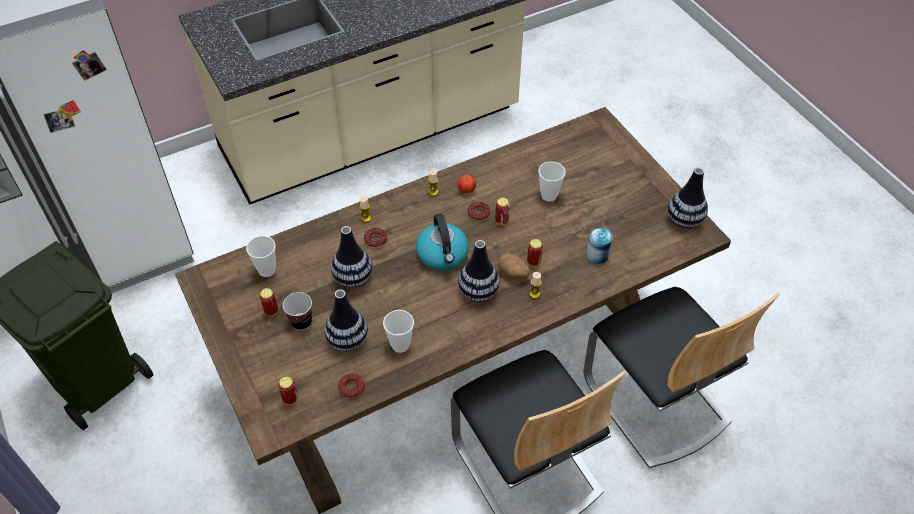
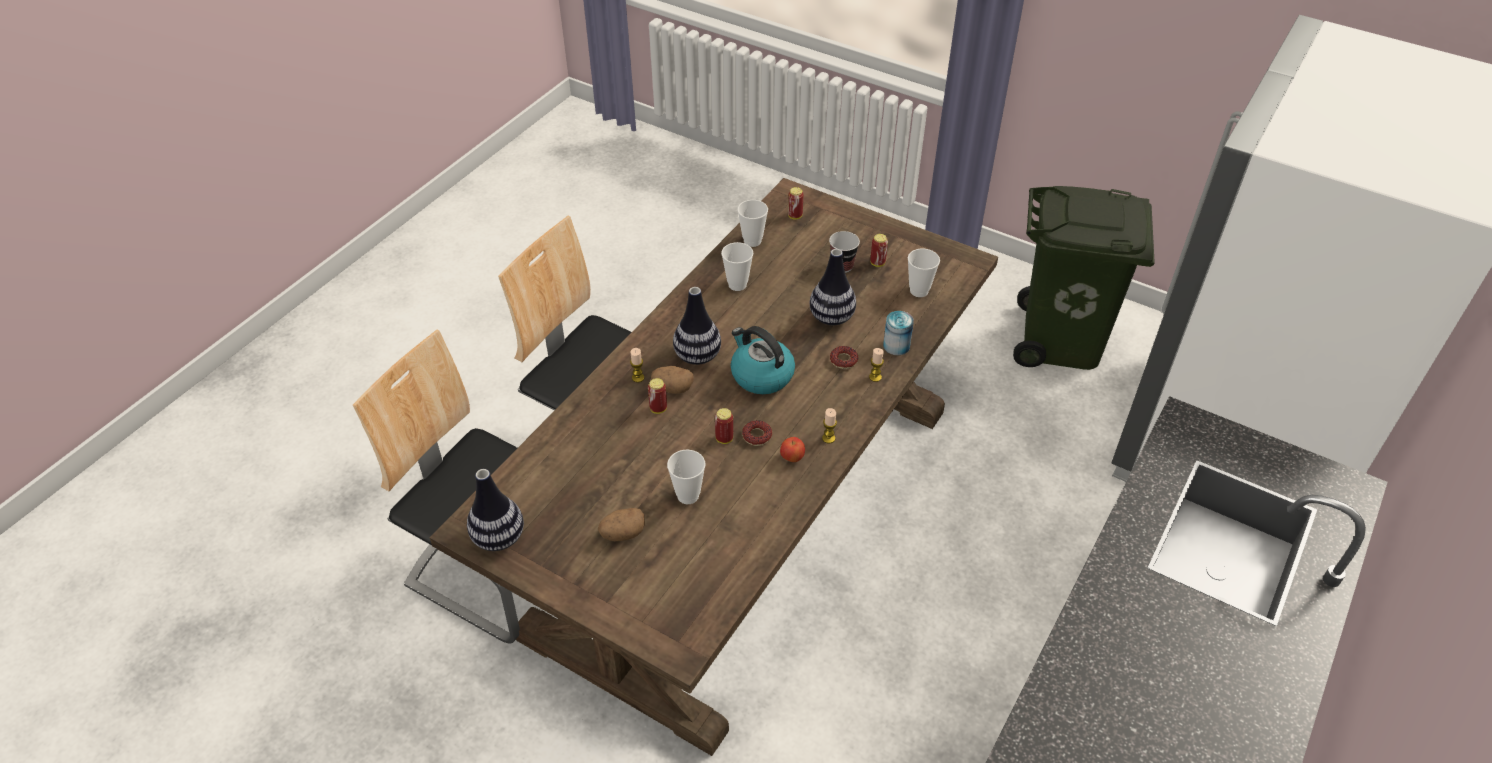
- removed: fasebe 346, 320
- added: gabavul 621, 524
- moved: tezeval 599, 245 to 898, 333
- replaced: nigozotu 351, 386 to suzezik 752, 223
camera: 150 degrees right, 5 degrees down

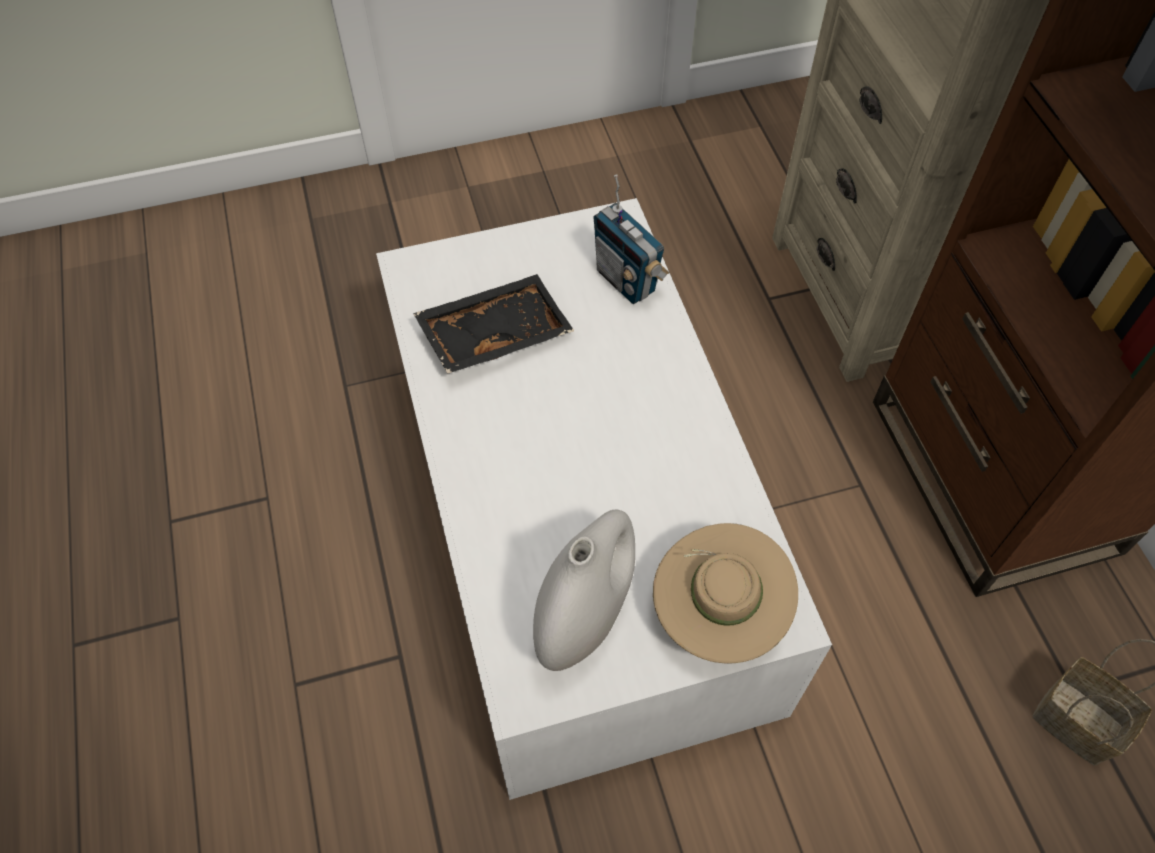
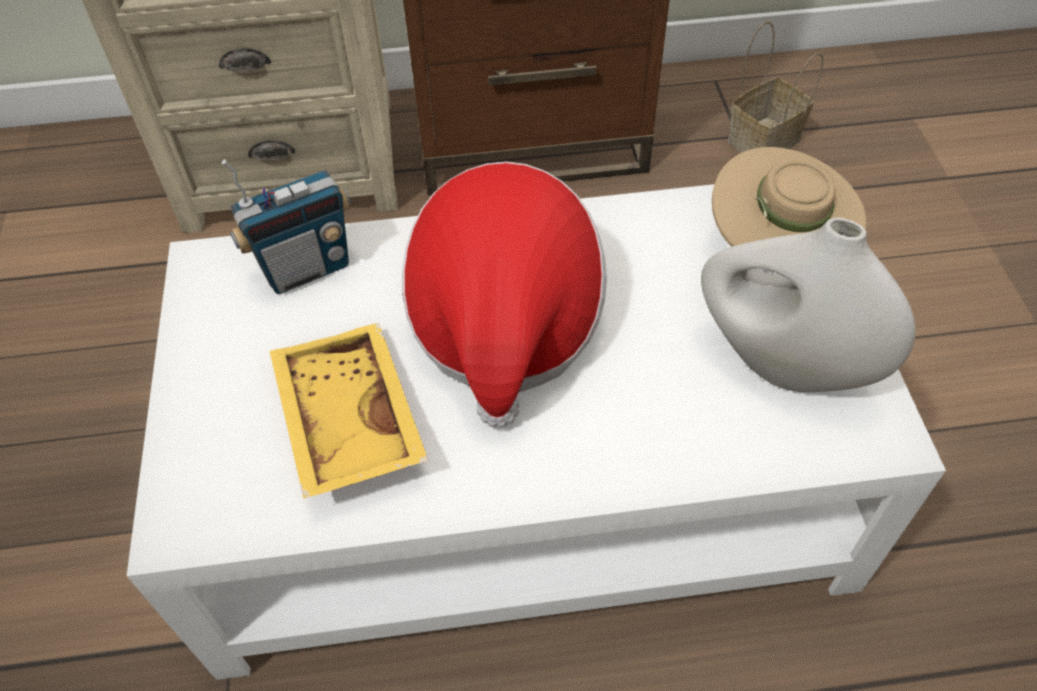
- added: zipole 504, 295
- recoloured: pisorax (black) 493, 324 to pisorax (yellow) 349, 411
camera: 80 degrees left, 5 degrees down

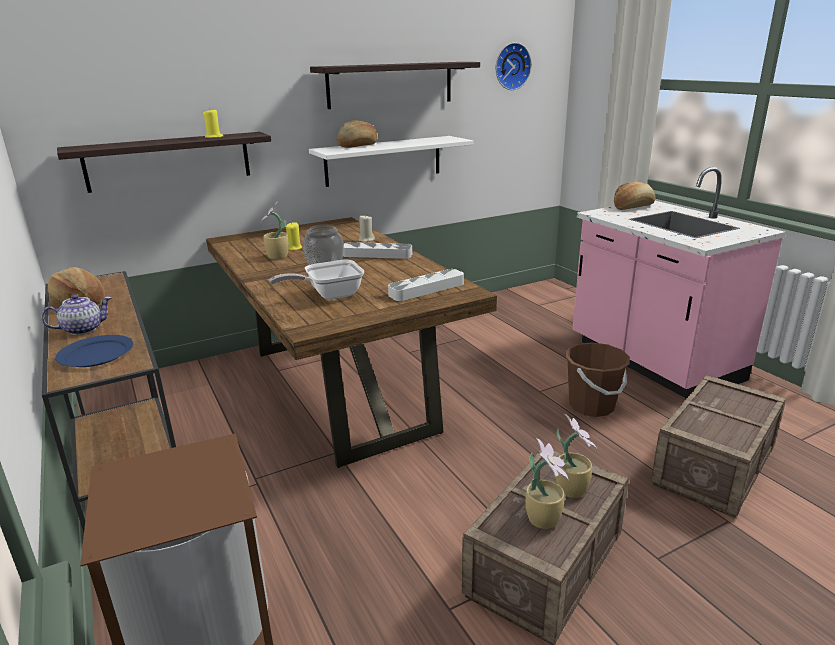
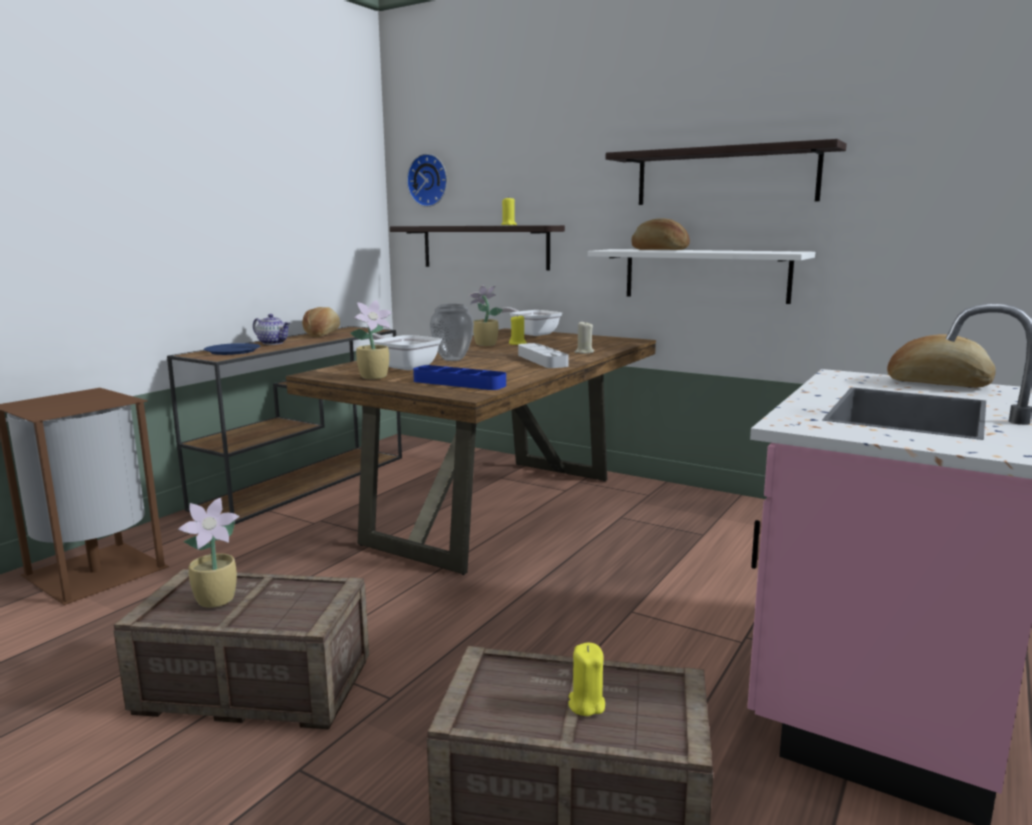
- removed: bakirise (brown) 597, 379
- added: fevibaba 531, 321
- added: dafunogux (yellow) 586, 679
- moved: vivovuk 513, 66 to 427, 180
- moved: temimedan 576, 456 to 371, 339
- recoloured: pisorax (white) 426, 285 to pisorax (blue) 459, 377
camera: 60 degrees right, 10 degrees down

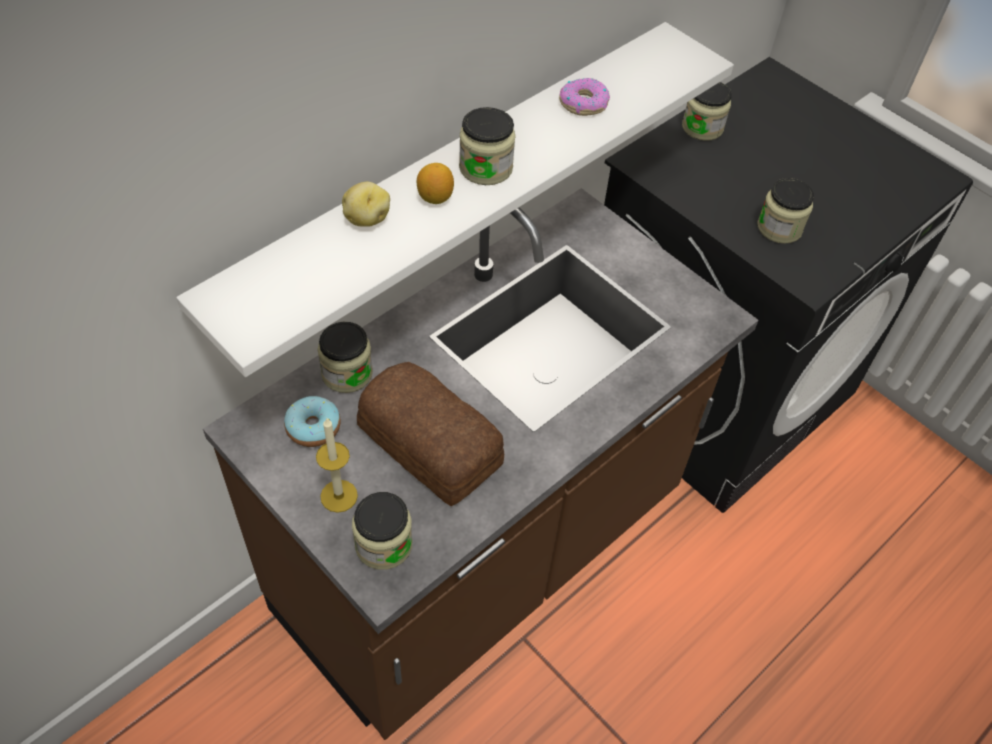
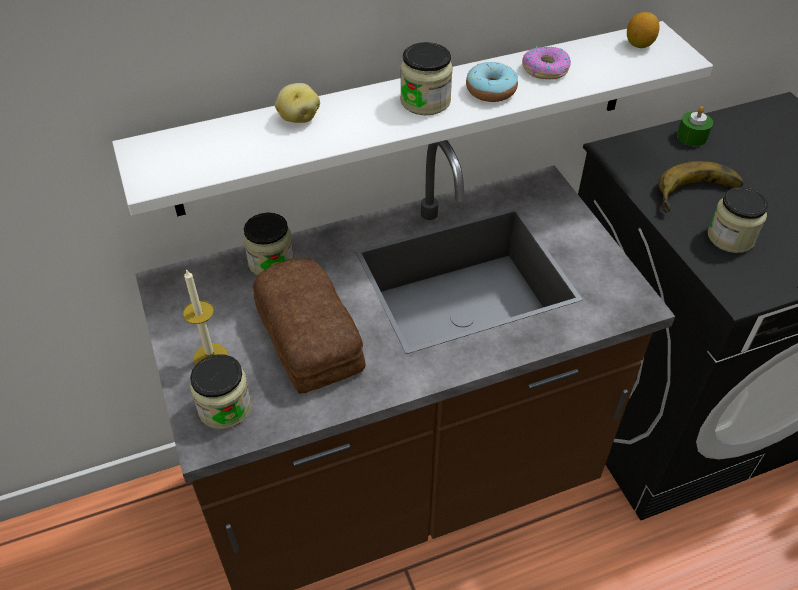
- added: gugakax 701, 187
- moved: nigozotu 312, 421 to 492, 82
- moved: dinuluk 435, 183 to 643, 30
- replaced: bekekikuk 707, 111 to dafunogux (green) 695, 126
camera: 25 degrees right, 5 degrees down

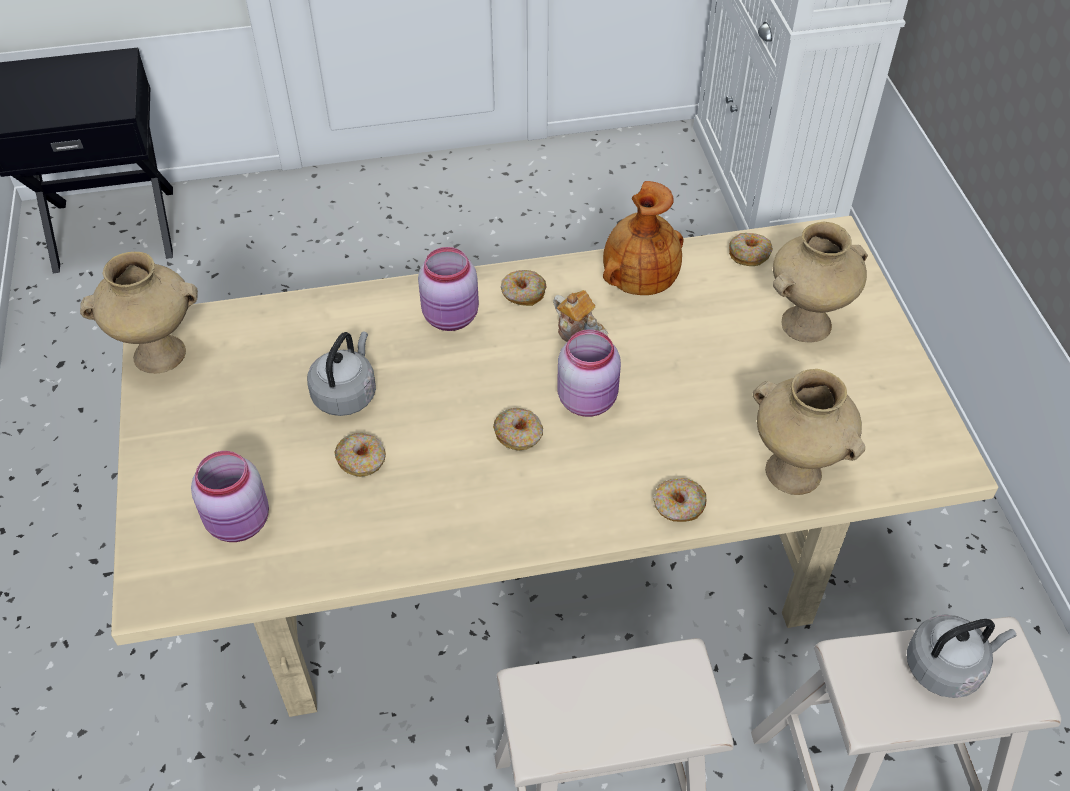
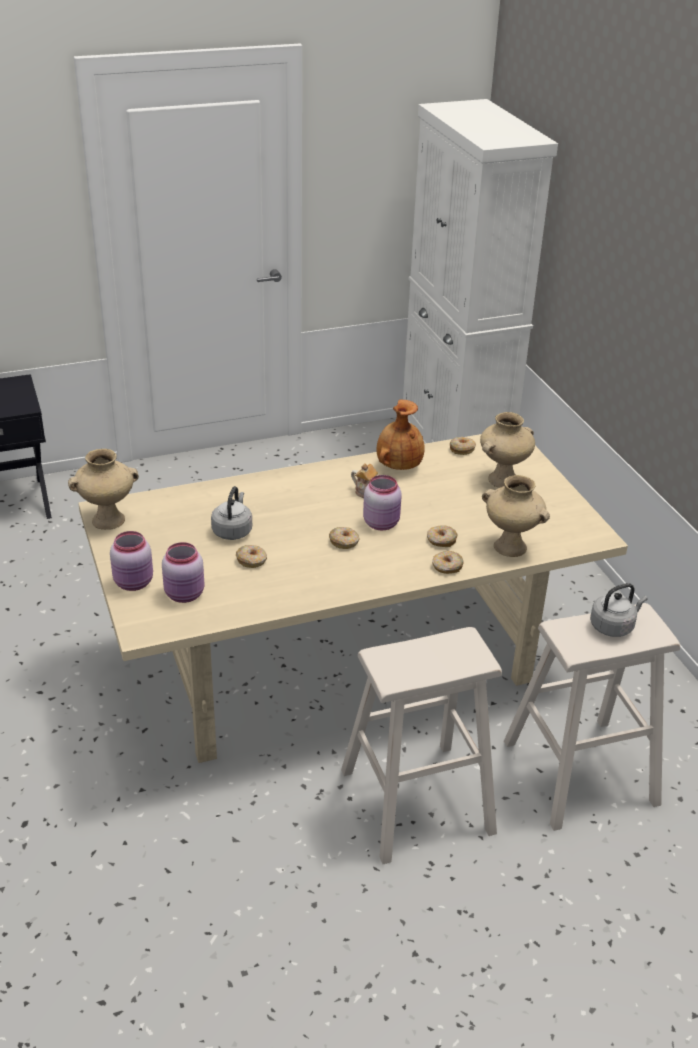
- moved: bekekikuk (pink) 448, 289 to 131, 561
- moved: nigozotu 523, 288 to 442, 536
camera: 10 degrees left, 15 degrees down

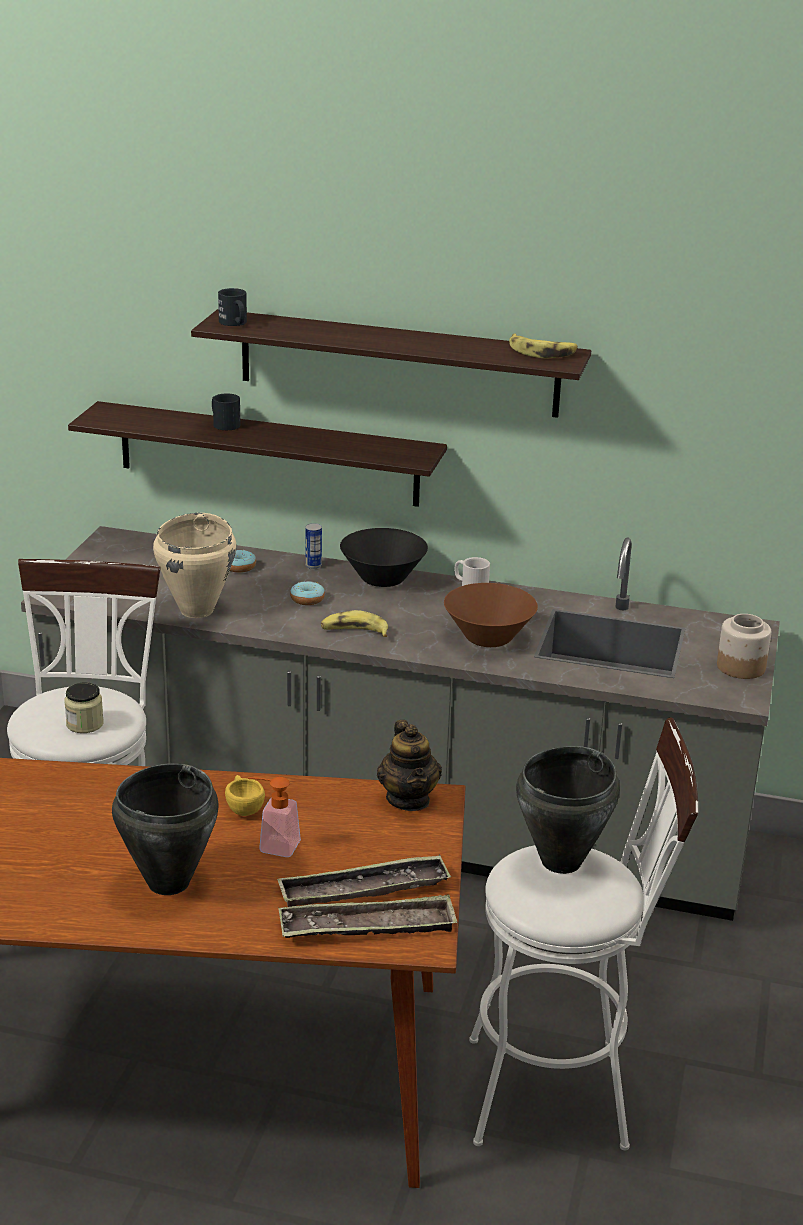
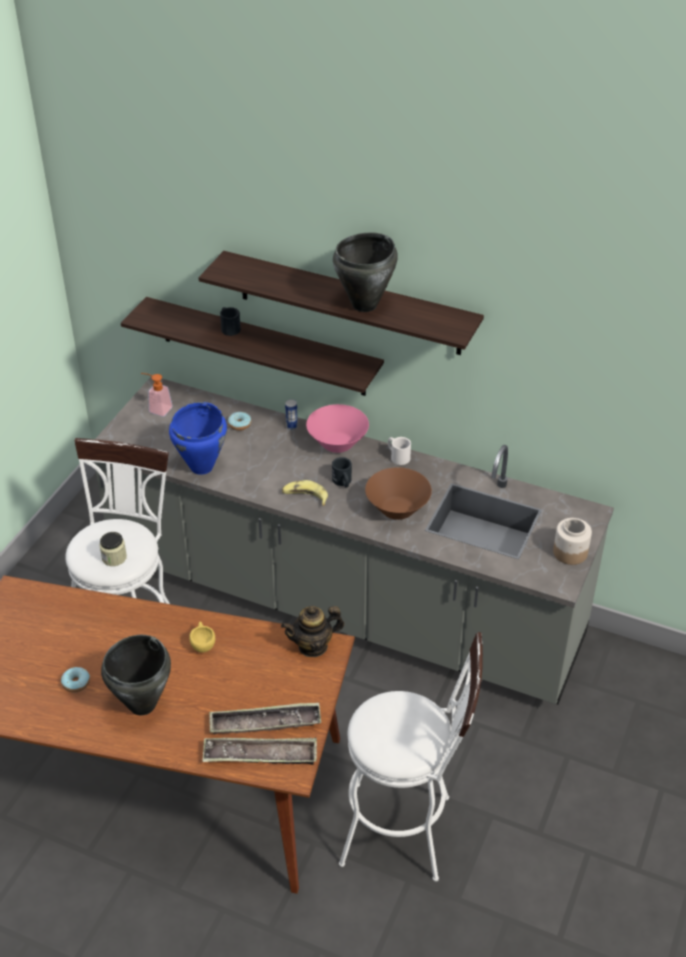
- removed: gugakax 543, 346
- moved: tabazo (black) 232, 307 to 342, 472
- moved: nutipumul 274, 817 to 157, 395
- moved: nigozotu 307, 593 to 75, 679
- moved: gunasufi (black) 568, 810 to 365, 272
- recoloured: gunasufi (beige) 194, 565 to gunasufi (blue) 198, 438
- recoloured: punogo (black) 384, 557 to punogo (pink) 337, 428
- turned: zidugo 409, 765 = 312, 631 75 degrees clockwise
camera: 10 degrees right, 15 degrees up

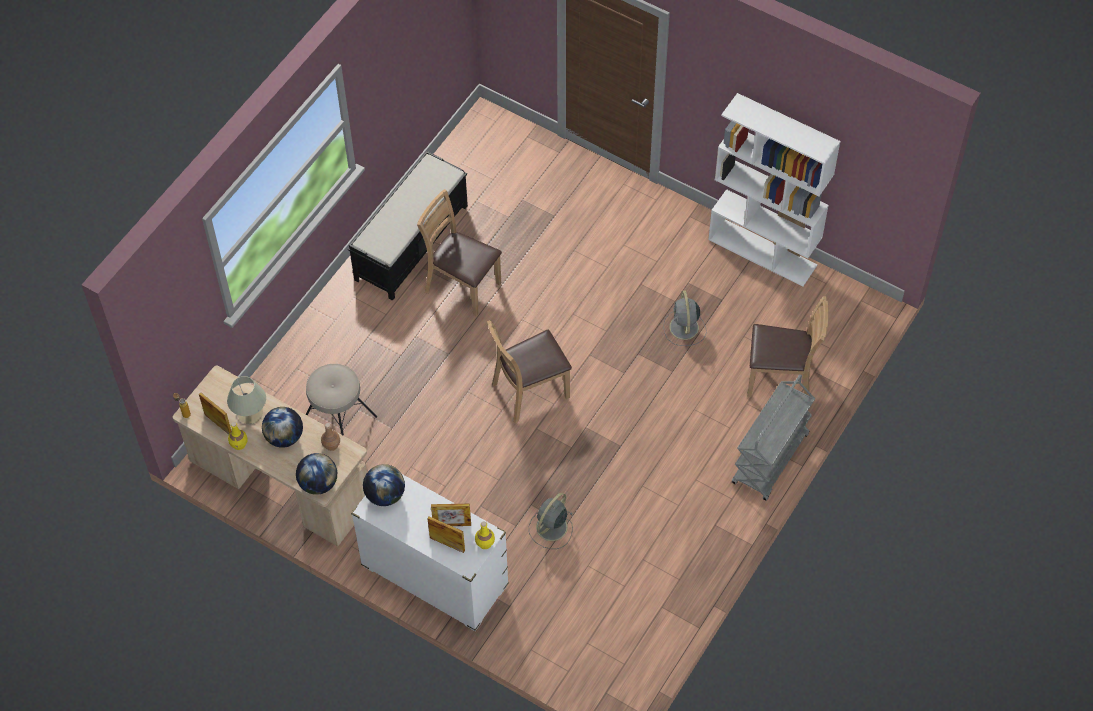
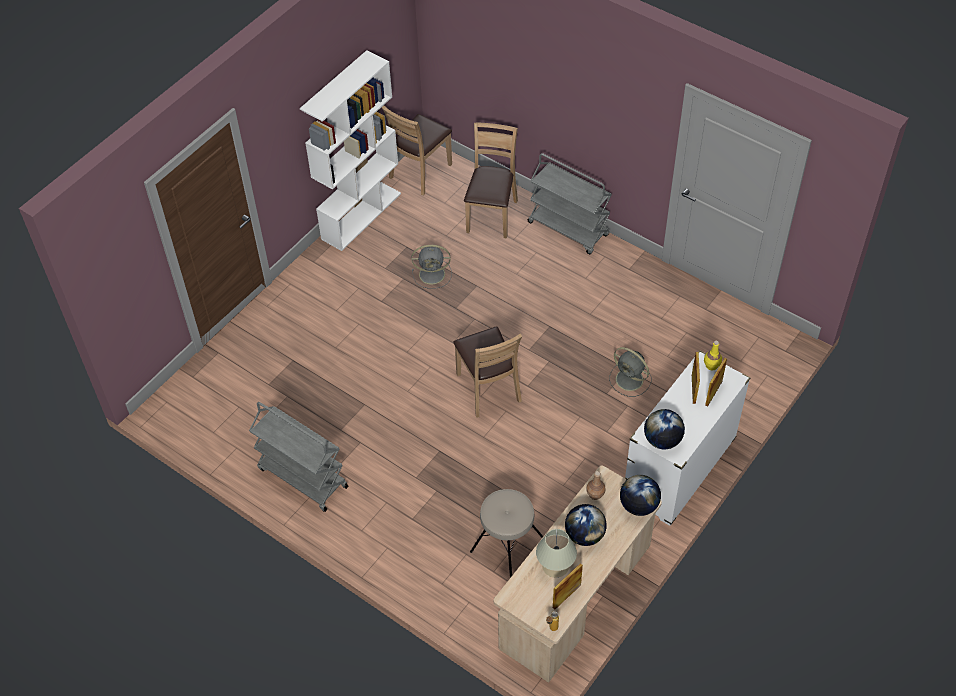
- removed: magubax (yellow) 238, 436
- moved: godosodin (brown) 459, 253 to 417, 150
- replaced: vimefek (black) 408, 226 to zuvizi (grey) 298, 457
camera: 85 degrees left, 5 degrees down

